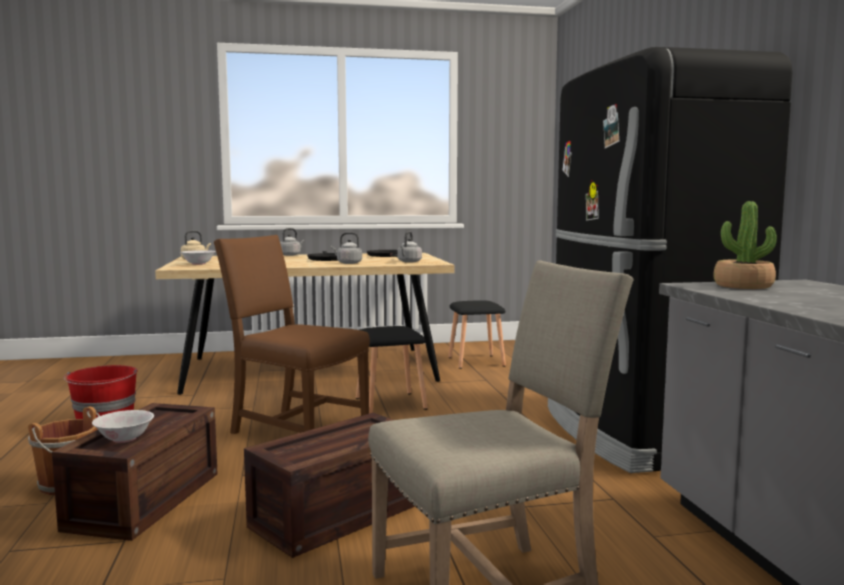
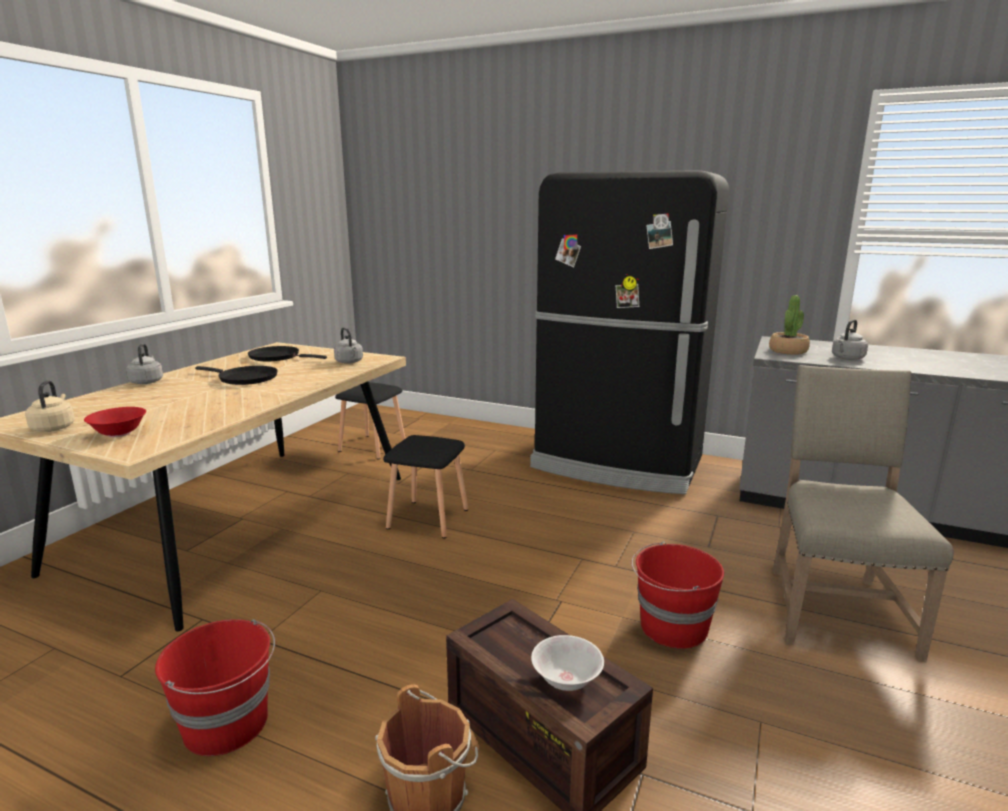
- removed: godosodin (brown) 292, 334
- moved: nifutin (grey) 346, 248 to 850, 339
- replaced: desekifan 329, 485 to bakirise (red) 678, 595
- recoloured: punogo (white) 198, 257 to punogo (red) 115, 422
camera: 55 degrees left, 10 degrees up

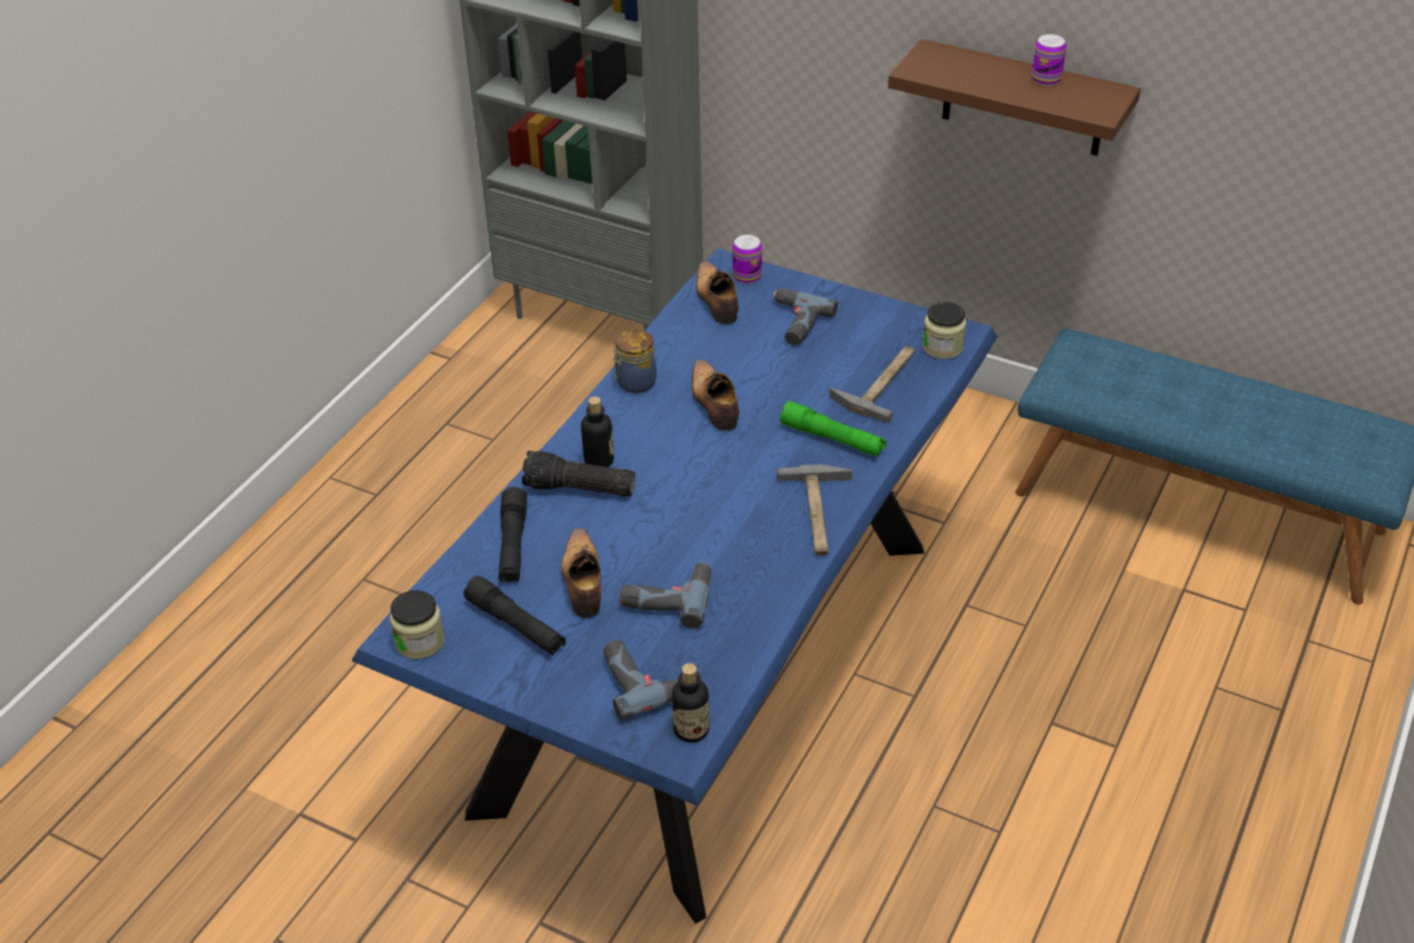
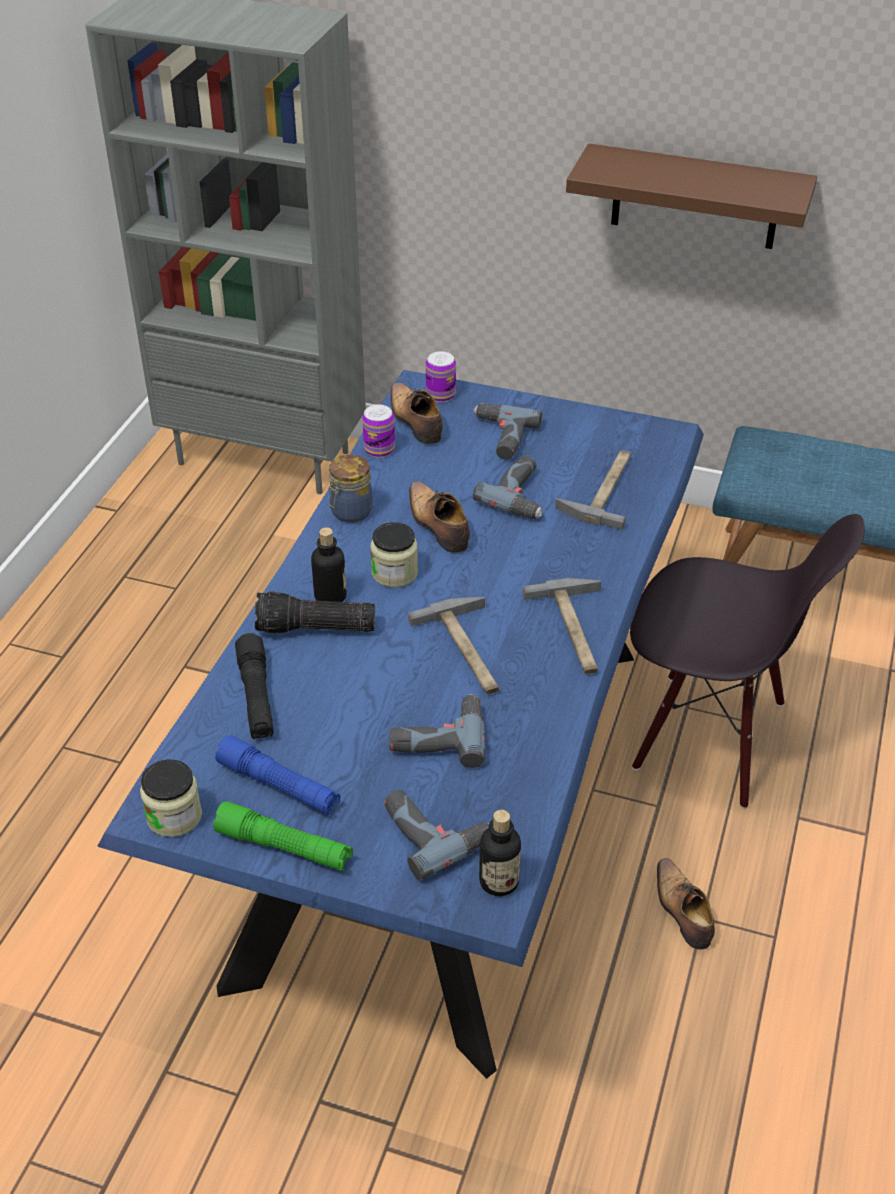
- added: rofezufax 453, 645
- added: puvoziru 508, 487
- added: godosodin (black) 747, 661
- moved: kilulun 581, 573 to 686, 904
- moved: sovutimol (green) 833, 429 to 283, 836
- moved: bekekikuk 944, 330 to 394, 554
- moved: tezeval 1049, 60 to 378, 431
- recoloured: sovutimol (black) 515, 615 to sovutimol (blue) 277, 775
camera: 10 degrees left, 0 degrees up

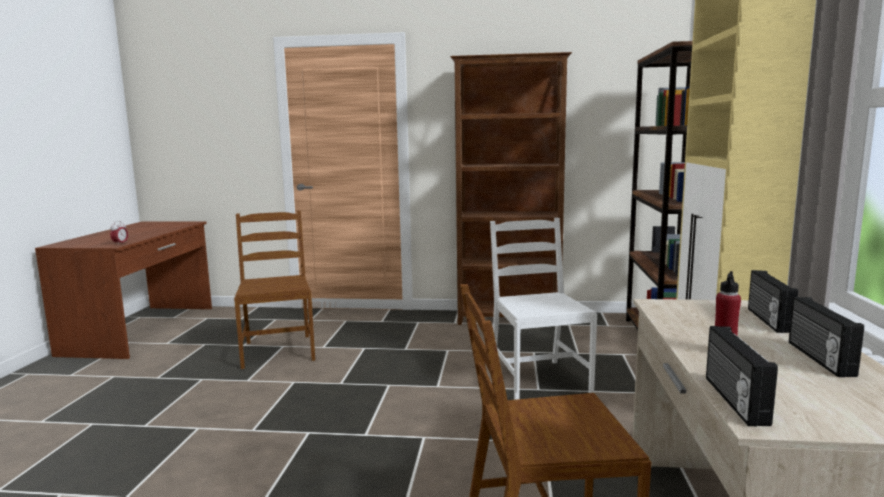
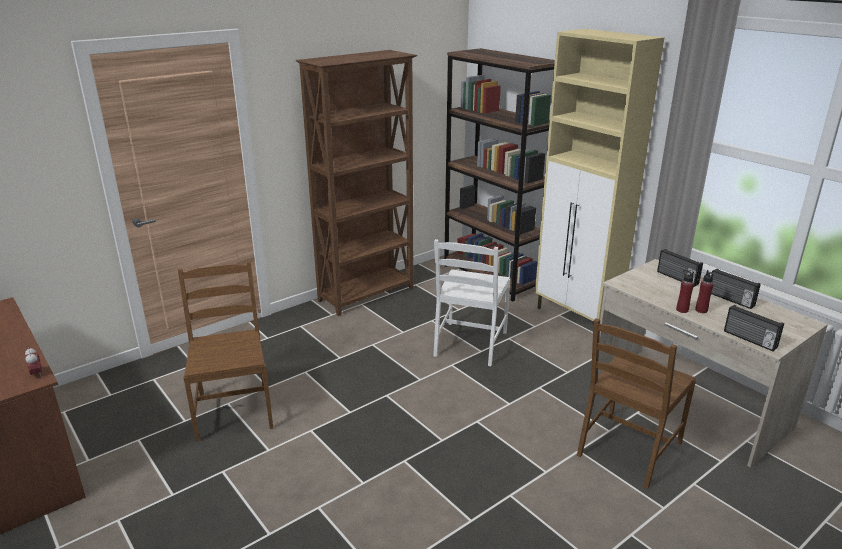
- added: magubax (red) 685, 291
- turned: godosodin (brown) 274, 289 = 225, 351 45 degrees clockwise
- turned: godosodin (white) 543, 309 = 471, 302 105 degrees counterclockwise
camera: 45 degrees left, 15 degrees up

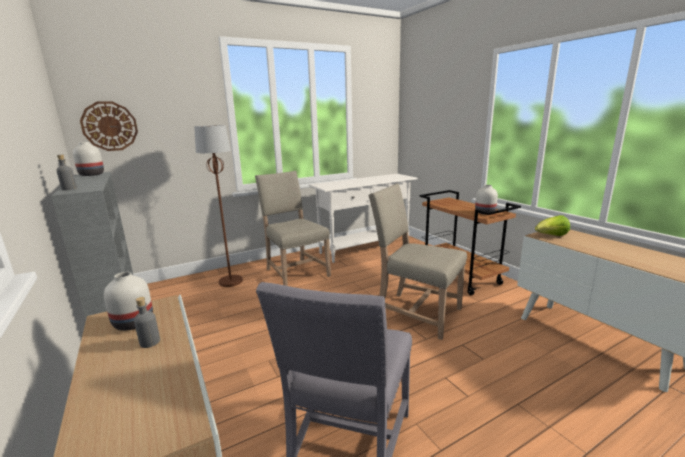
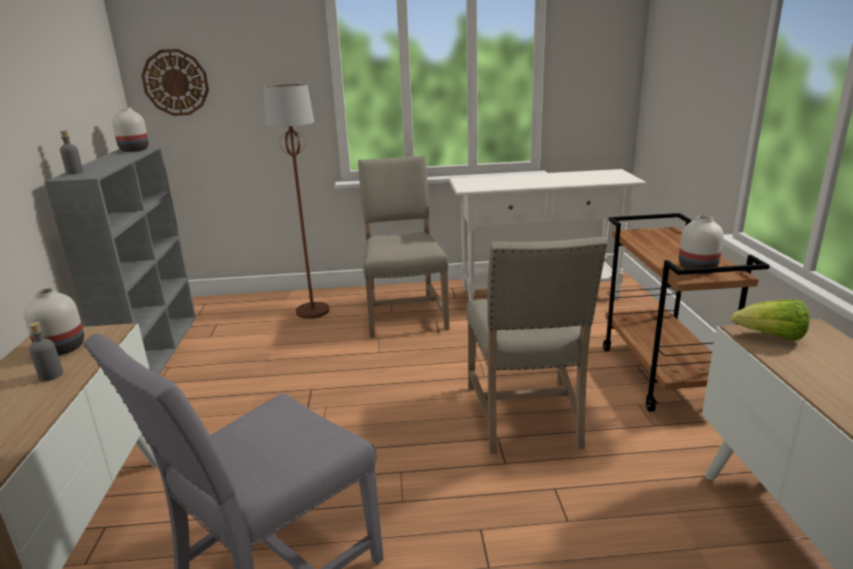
- turned: godosodin (beige) 417, 261 = 537, 345 150 degrees counterclockwise
camera: 25 degrees right, 5 degrees up

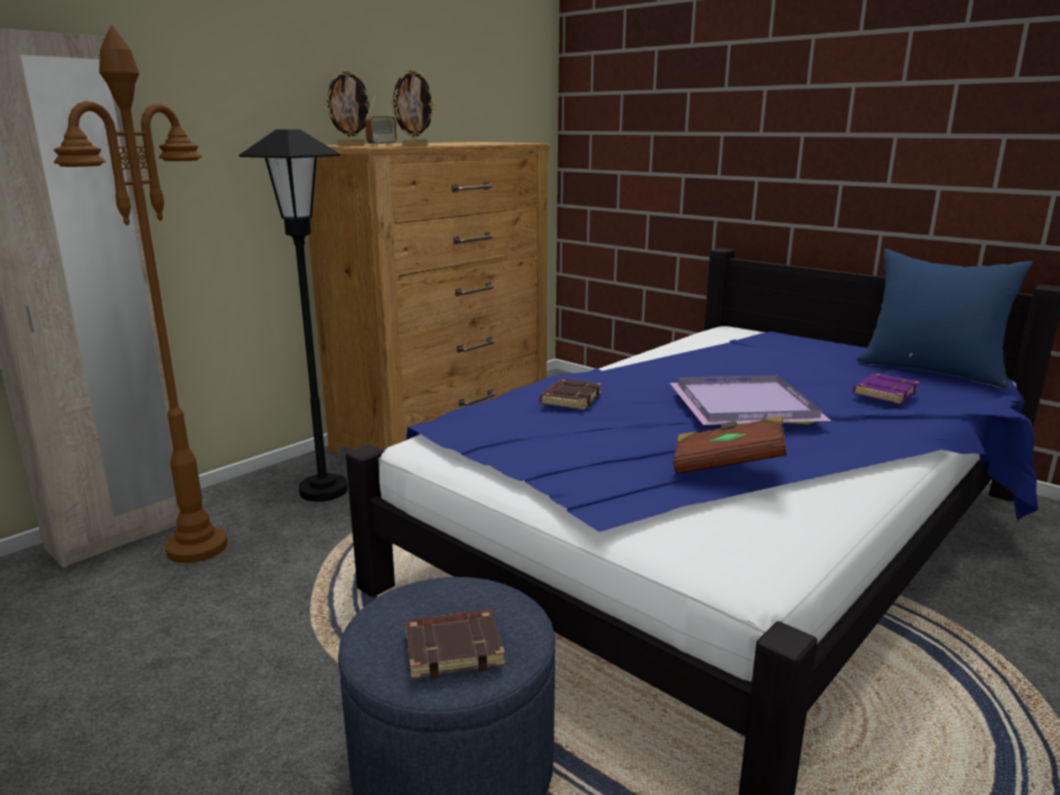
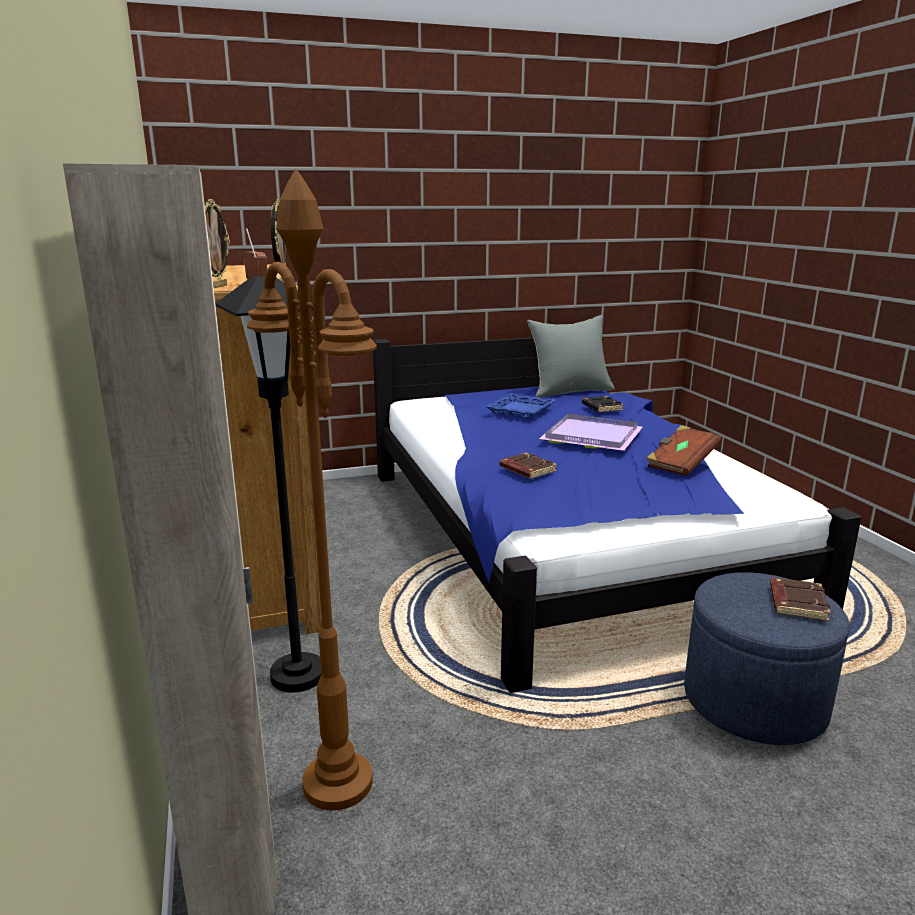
- added: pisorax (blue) 521, 405
- recoloured: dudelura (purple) 886, 388 to dudelura (black) 603, 404
- recoloured: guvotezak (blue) 944, 319 to guvotezak (grey) 571, 356
camera: 60 degrees left, 0 degrees up

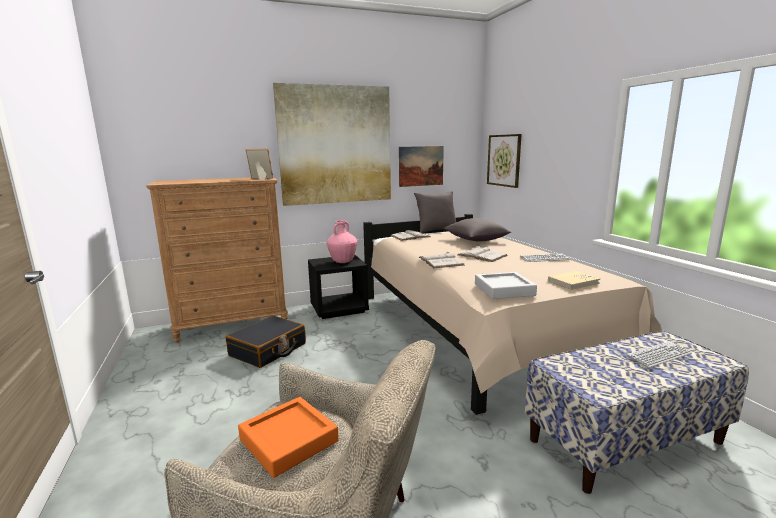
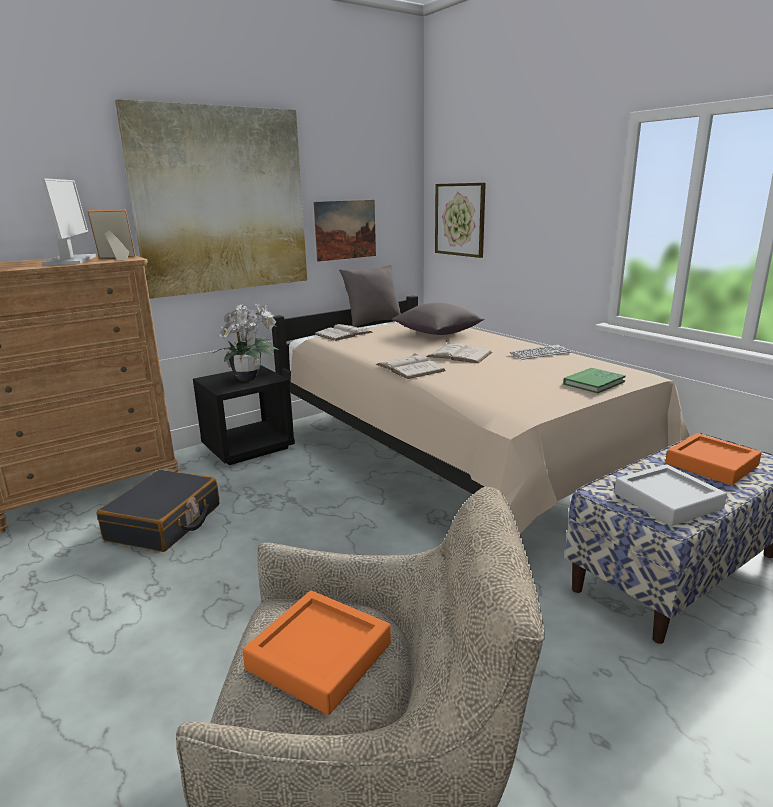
- added: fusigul 68, 221
- moved: pisorax (grey) 506, 285 to 670, 495
- replaced: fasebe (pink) 342, 241 to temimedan 244, 341
- replaced: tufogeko 659, 354 to pisorax (orange) 713, 459
- recoloured: dudelura (beige) 574, 280 to dudelura (green) 594, 380
camera: 15 degrees left, 5 degrees up

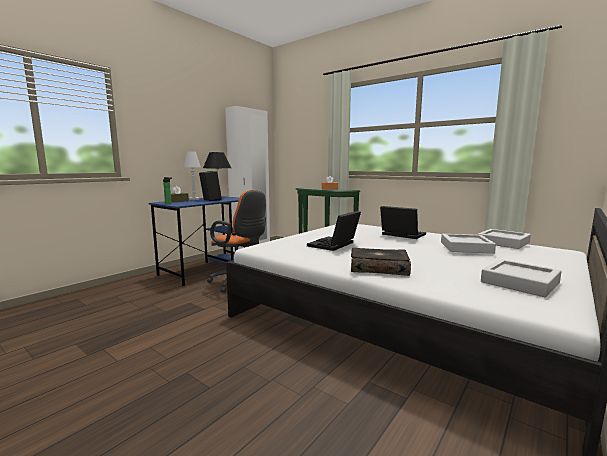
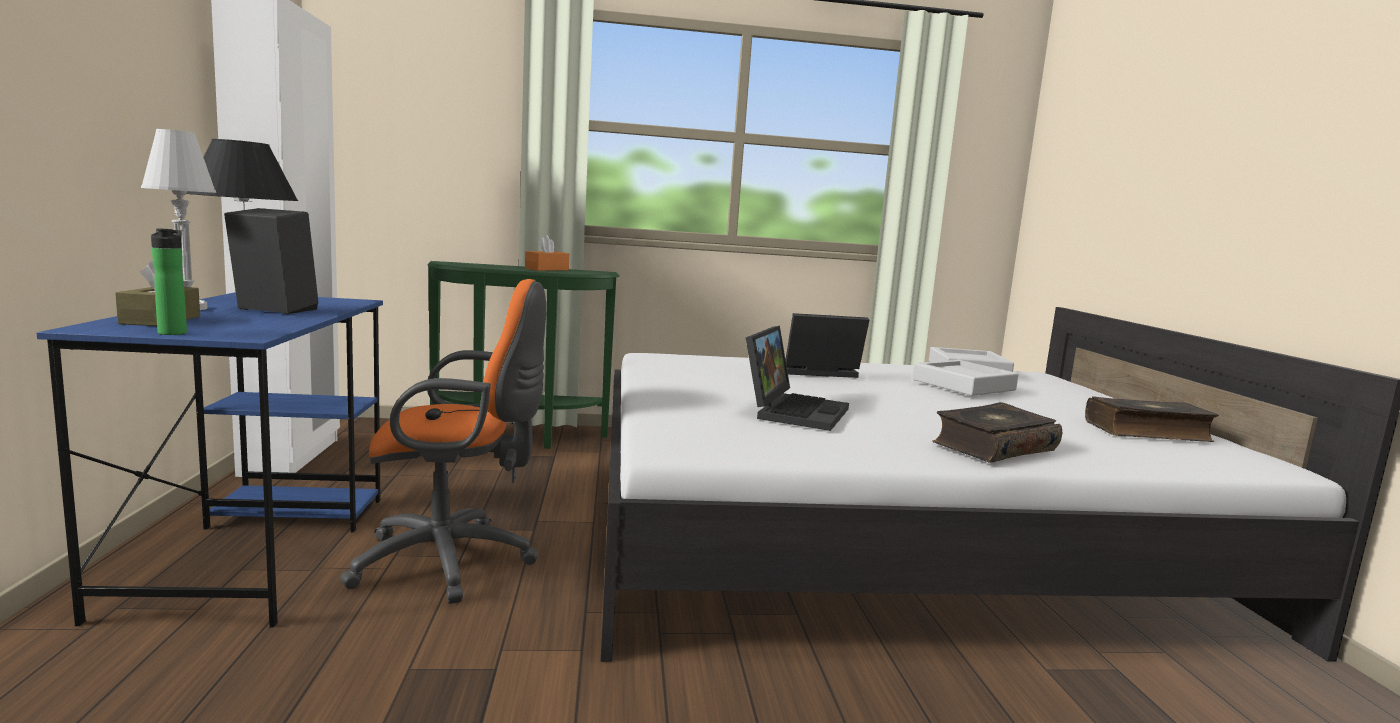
- replaced: pisorax (grey) 521, 278 to dudelura 1152, 419
- turned: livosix 334, 231 = 797, 378 150 degrees counterclockwise
camera: 45 degrees left, 0 degrees up

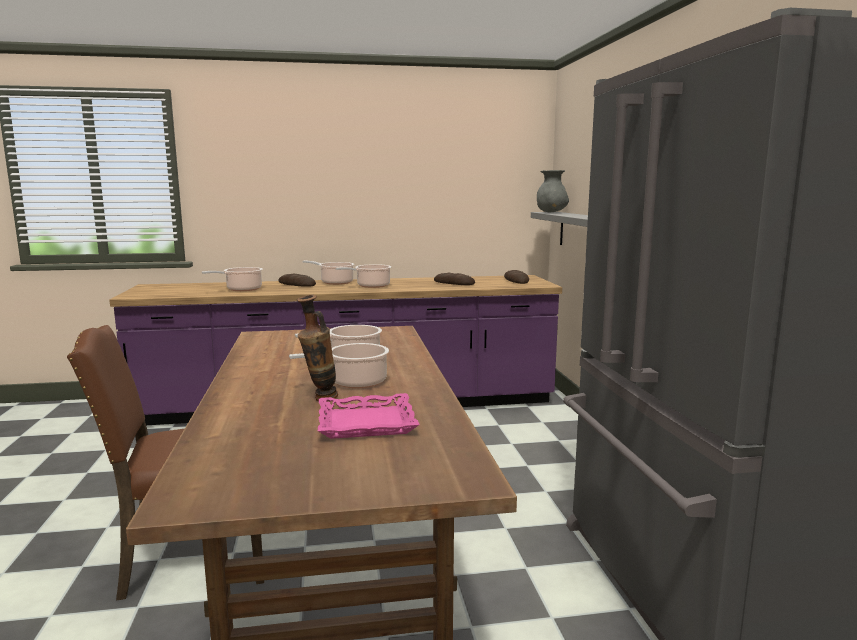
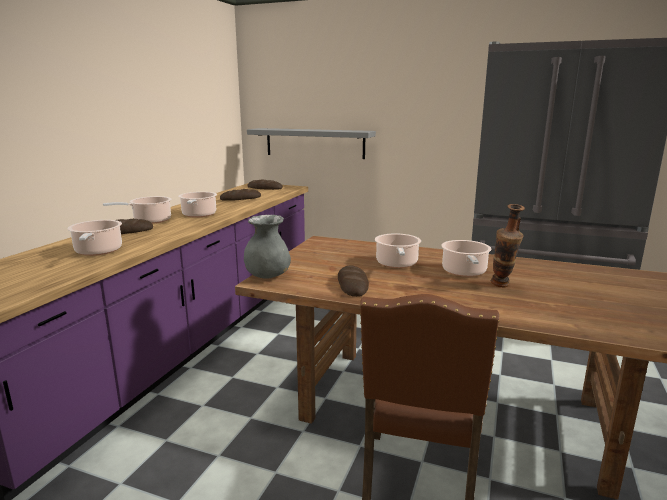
- removed: pisorax (pink) 369, 416
- added: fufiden 353, 281
- moved: fasebe (grey) 553, 191 to 267, 247
camera: 60 degrees left, 5 degrees up

